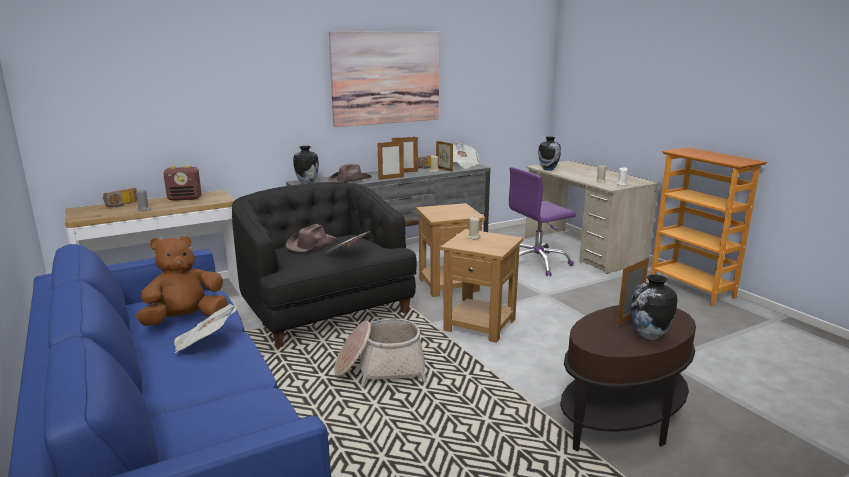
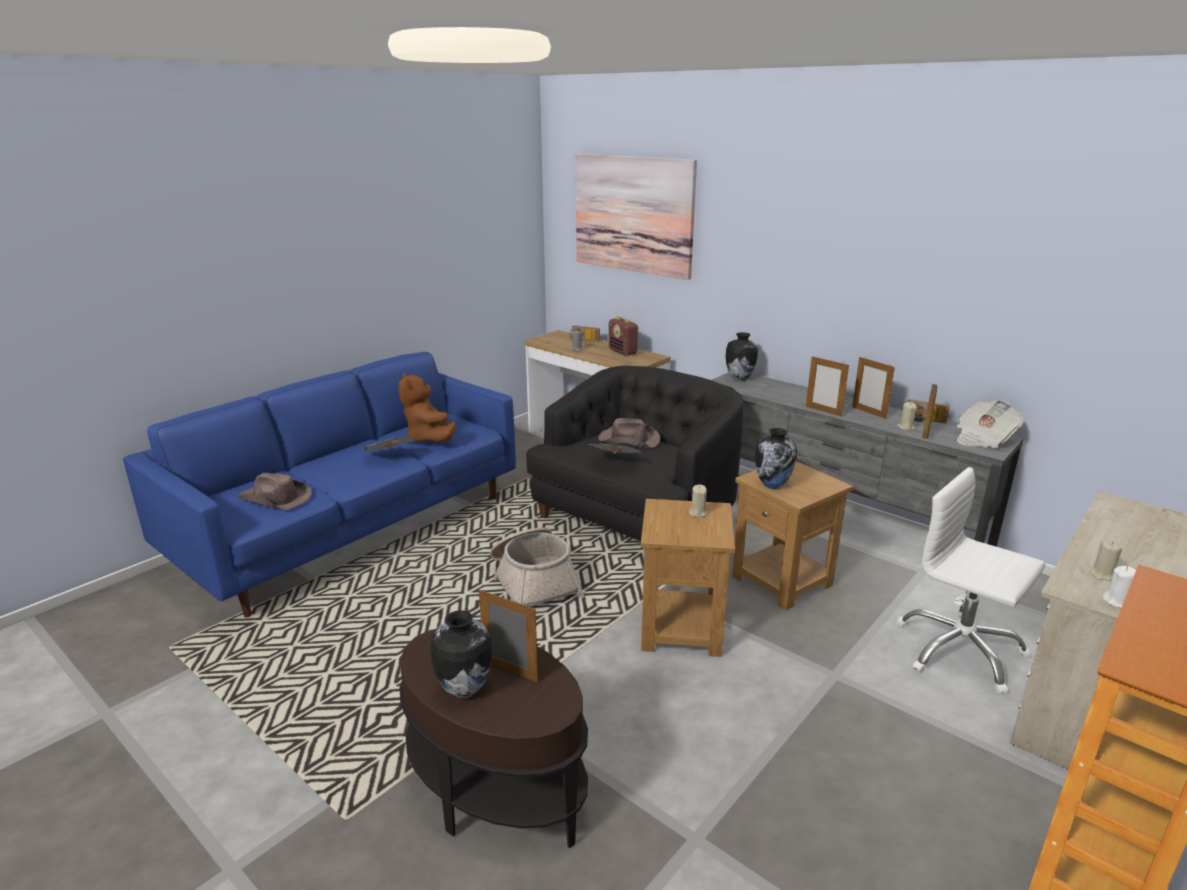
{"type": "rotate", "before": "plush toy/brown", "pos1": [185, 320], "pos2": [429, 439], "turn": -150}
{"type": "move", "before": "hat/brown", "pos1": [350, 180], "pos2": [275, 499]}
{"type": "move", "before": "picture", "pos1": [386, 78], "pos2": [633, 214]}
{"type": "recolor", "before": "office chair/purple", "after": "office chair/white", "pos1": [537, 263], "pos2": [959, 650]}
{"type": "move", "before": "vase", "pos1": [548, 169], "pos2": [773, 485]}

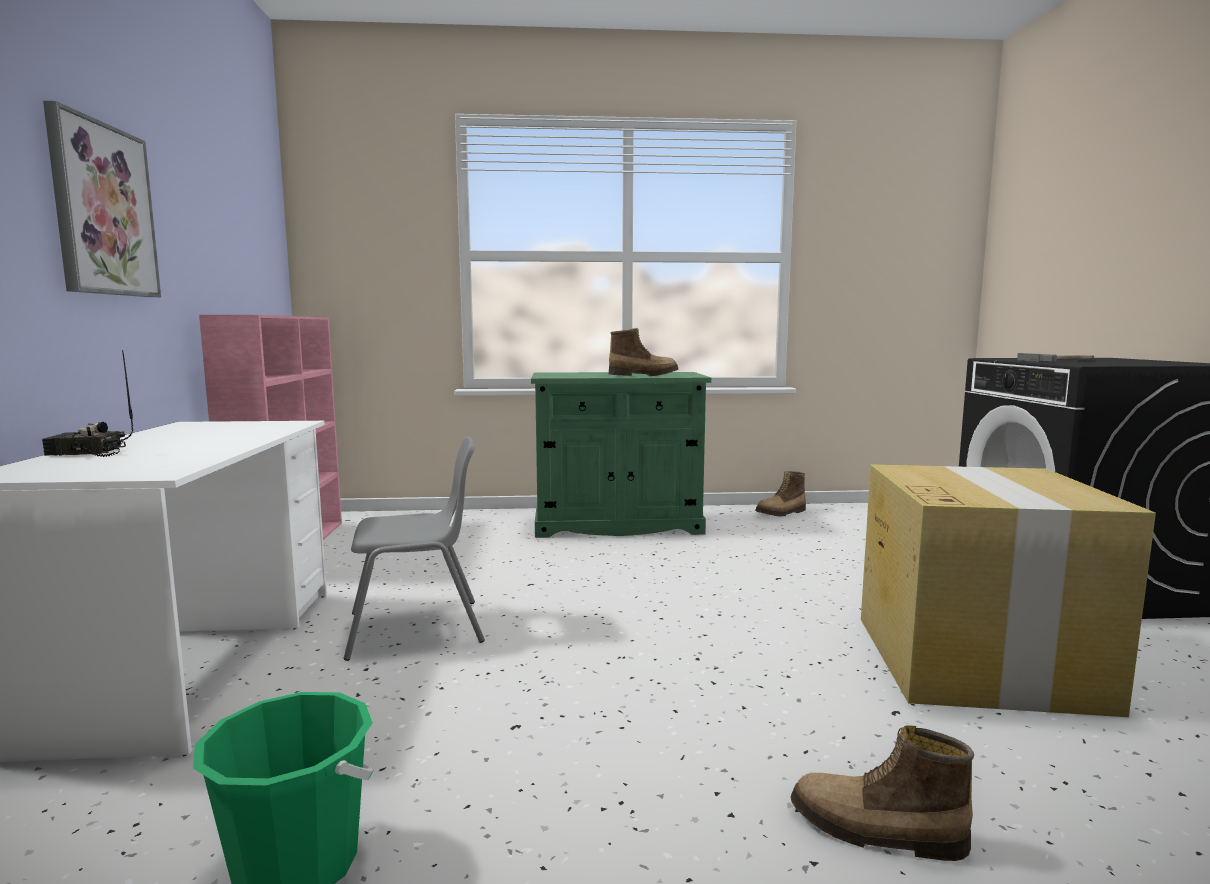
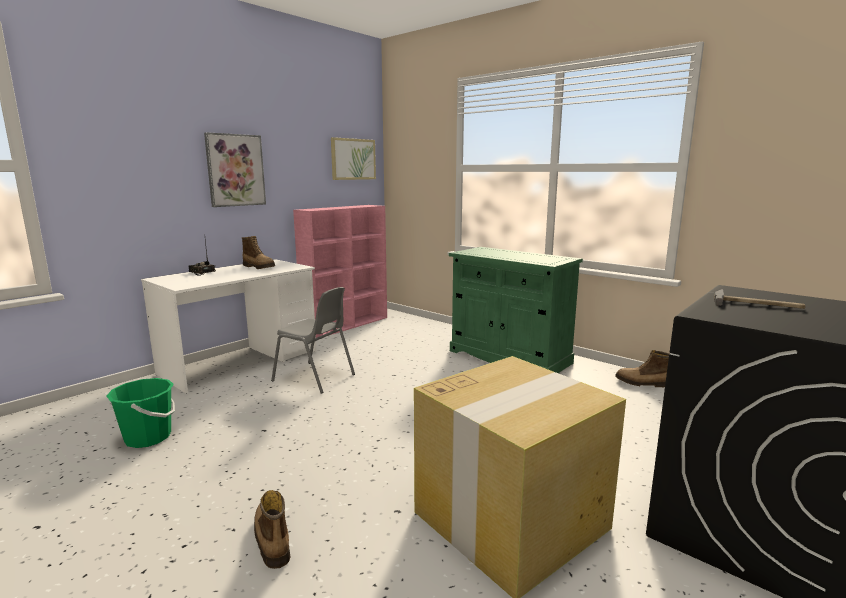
{"type": "move", "before": "boot", "pos1": [643, 375], "pos2": [259, 267]}
{"type": "insert", "after": "picture", "pos2": [353, 159]}

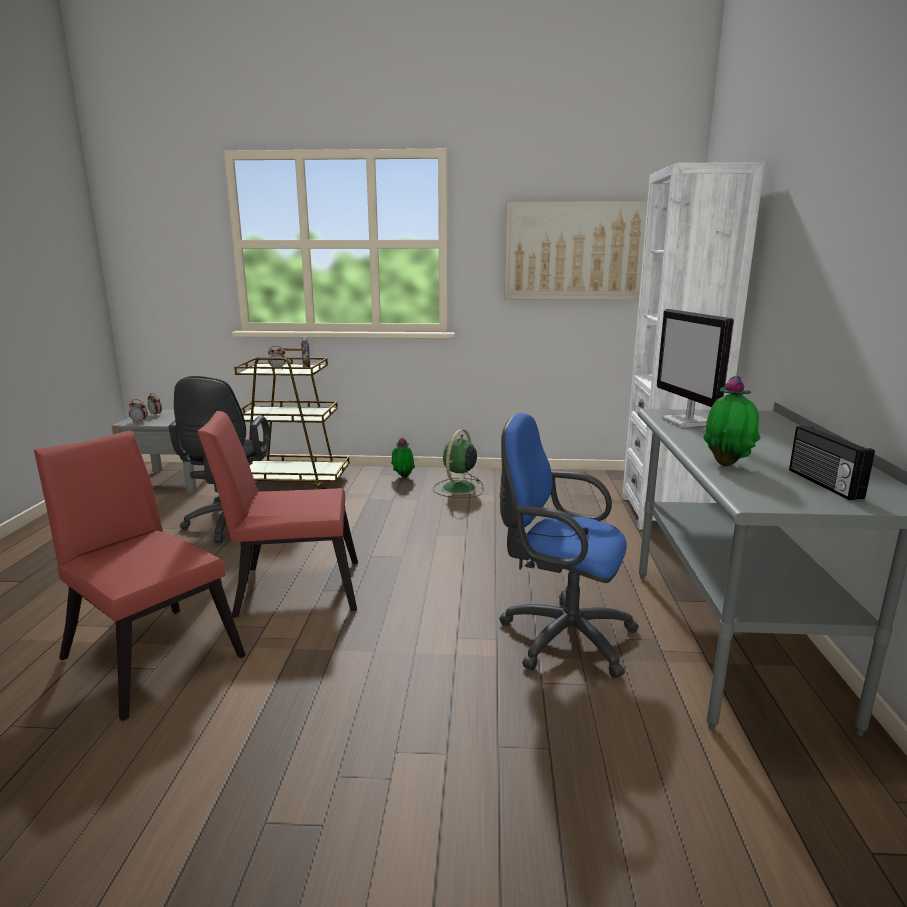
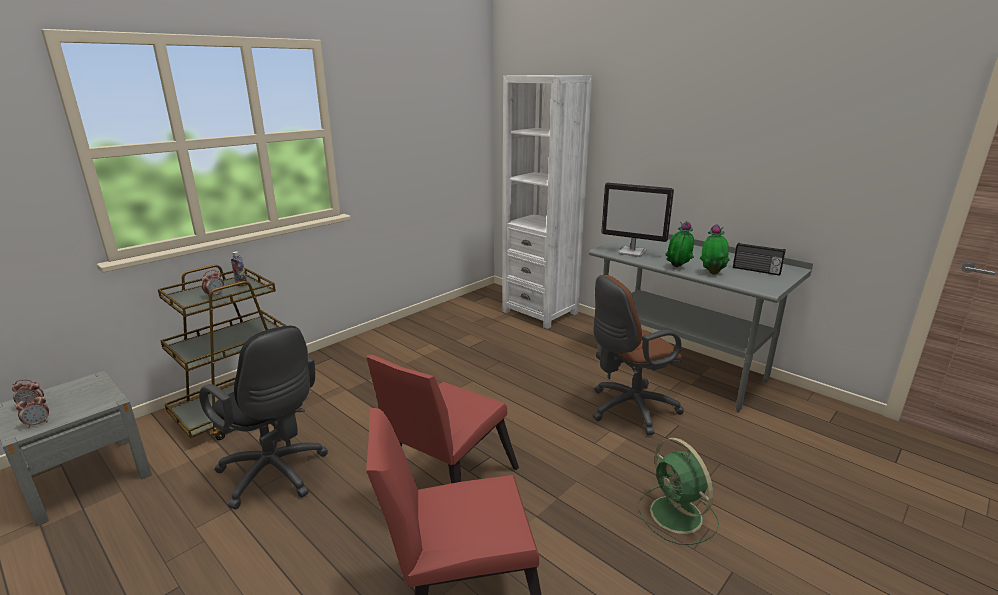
{"type": "move", "before": "potted plant", "pos1": [403, 478], "pos2": [677, 268]}
{"type": "move", "before": "fan/green", "pos1": [458, 488], "pos2": [677, 516]}
{"type": "recolor", "before": "office chair/blue", "after": "office chair/brown", "pos1": [560, 636], "pos2": [628, 409]}
{"type": "delete", "before": "picture", "pos1": [575, 251]}

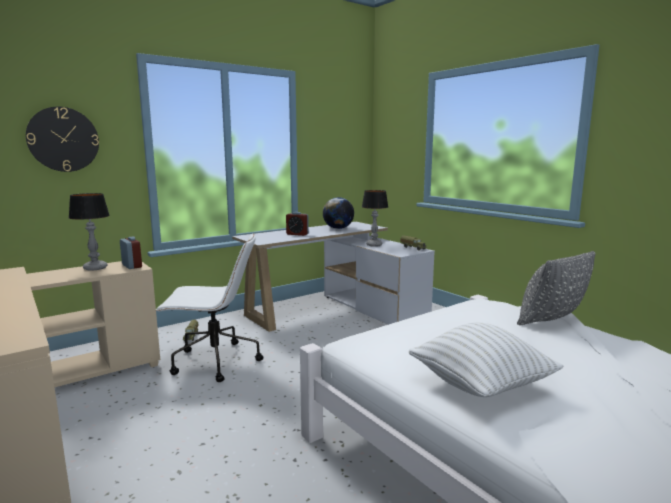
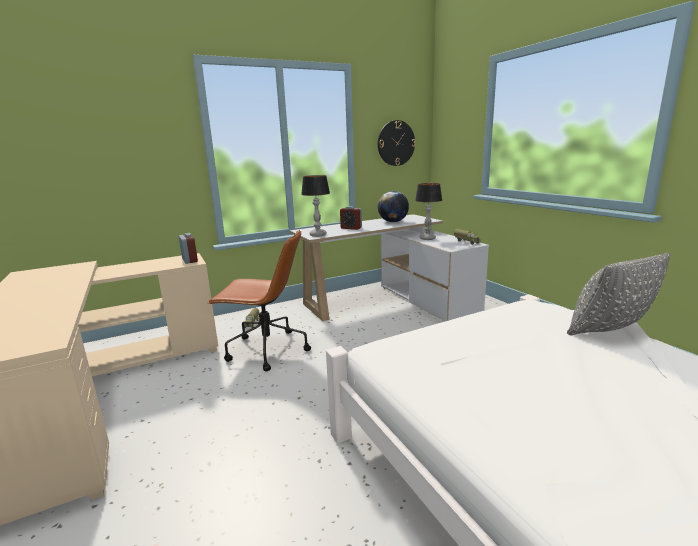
{"type": "move", "before": "wall clock", "pos1": [63, 139], "pos2": [396, 143]}
{"type": "move", "before": "table lamp", "pos1": [95, 268], "pos2": [317, 235]}
{"type": "recolor", "before": "office chair/white", "after": "office chair/brown", "pos1": [214, 362], "pos2": [266, 350]}
{"type": "delete", "before": "pillow/white", "pos1": [480, 386]}

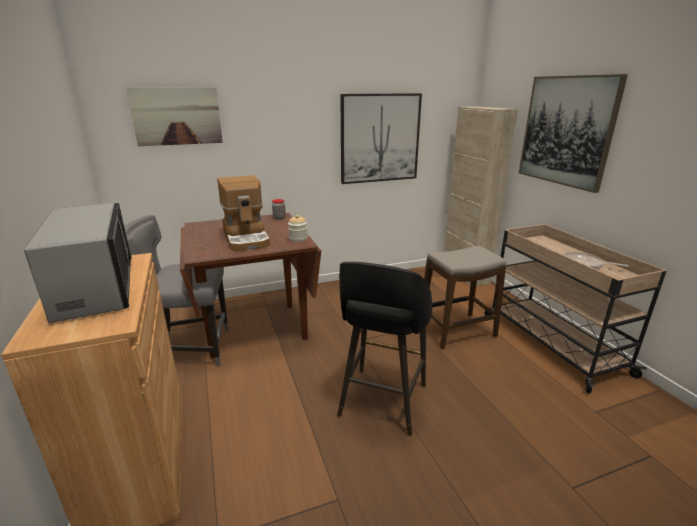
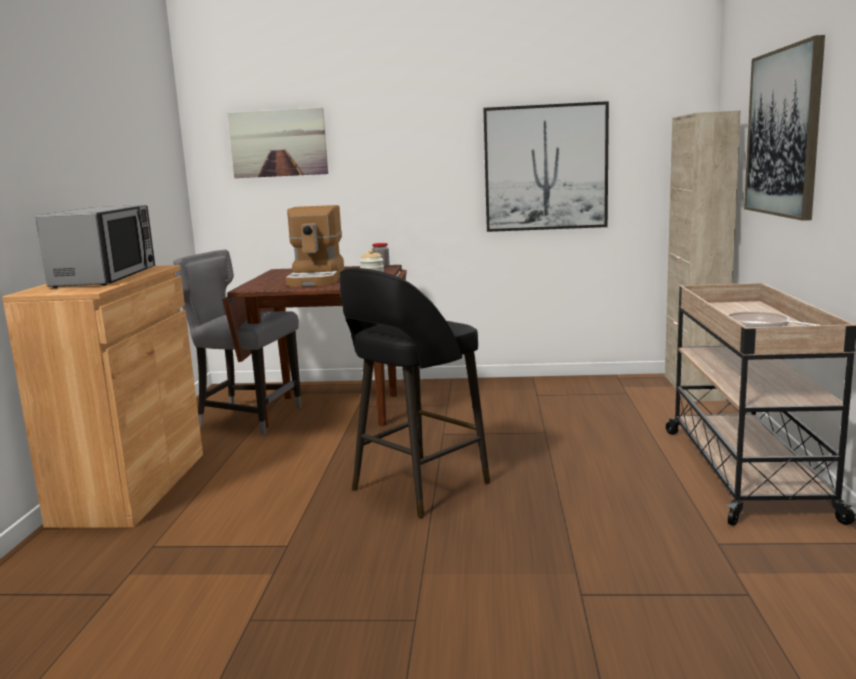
{"type": "delete", "before": "stool", "pos1": [456, 331]}

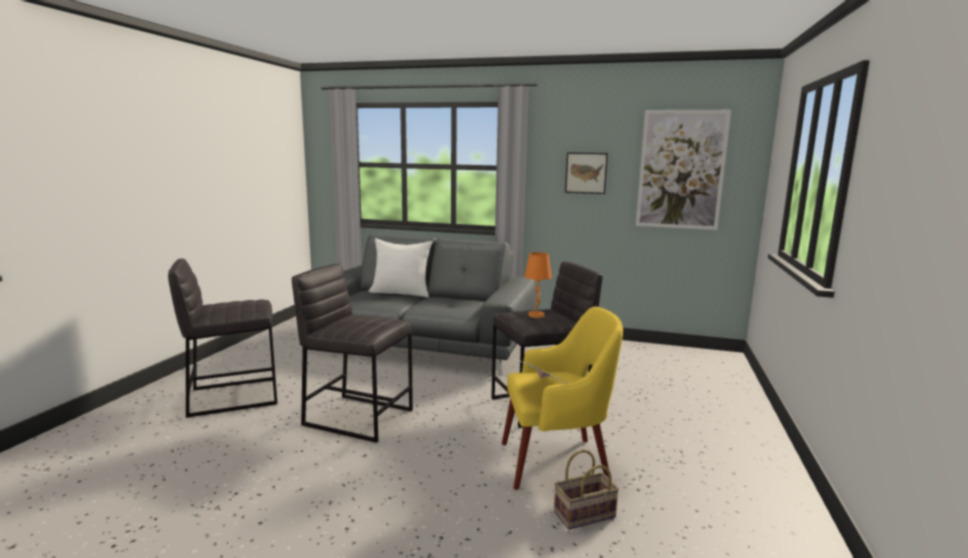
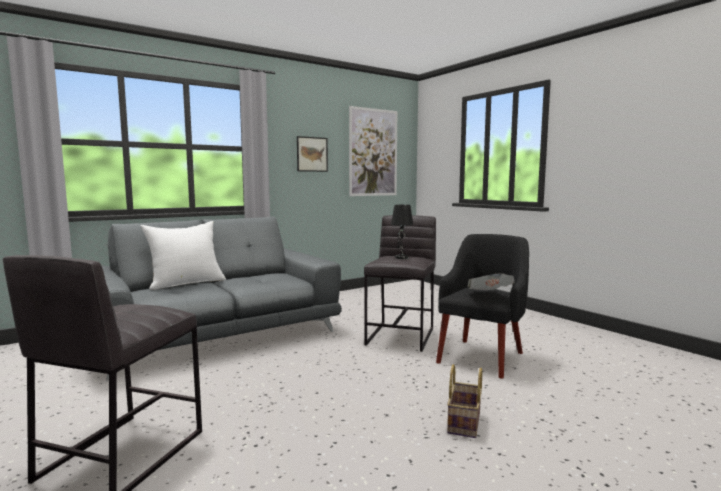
{"type": "delete", "before": "stool/grey", "pos1": [358, 417]}
{"type": "recolor", "before": "armchair/yellow", "after": "armchair/black", "pos1": [556, 462], "pos2": [481, 357]}
{"type": "recolor", "before": "table lamp/orange", "after": "table lamp/black", "pos1": [536, 315], "pos2": [401, 257]}
{"type": "move", "before": "basket", "pos1": [584, 515], "pos2": [465, 423]}

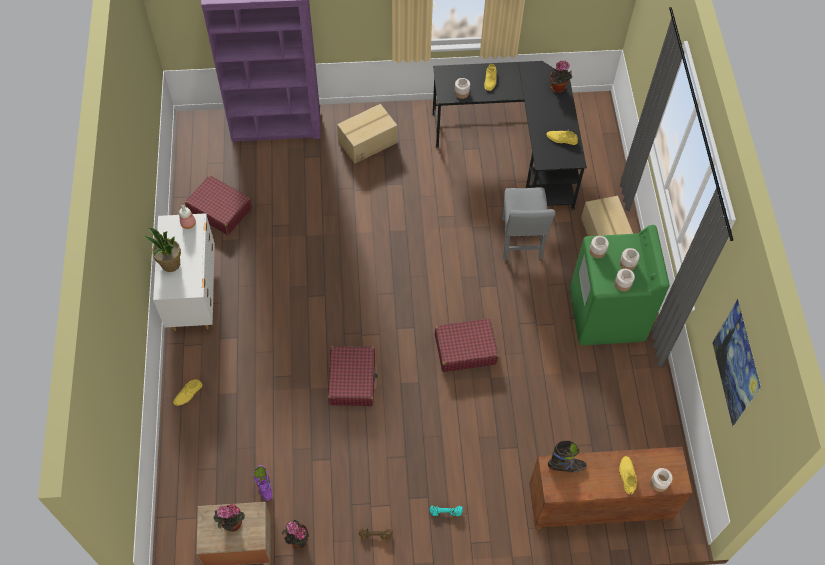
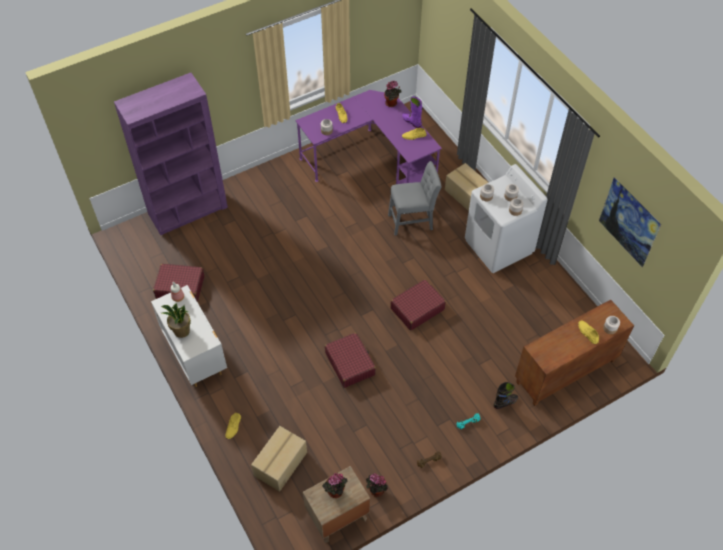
{"type": "move", "before": "boot/purple", "pos1": [264, 486], "pos2": [412, 122]}
{"type": "move", "before": "cardboard box", "pos1": [367, 142], "pos2": [280, 463]}
{"type": "recolor", "before": "desk/black", "after": "desk/purple", "pos1": [514, 147], "pos2": [371, 160]}
{"type": "rotate", "before": "chair/grey", "pos1": [521, 241], "pos2": [413, 221], "turn": -75}
{"type": "move", "before": "boot/black", "pos1": [566, 466], "pos2": [505, 403]}
{"type": "recolor", "before": "washing machine/green", "after": "washing machine/white", "pos1": [606, 316], "pos2": [499, 247]}

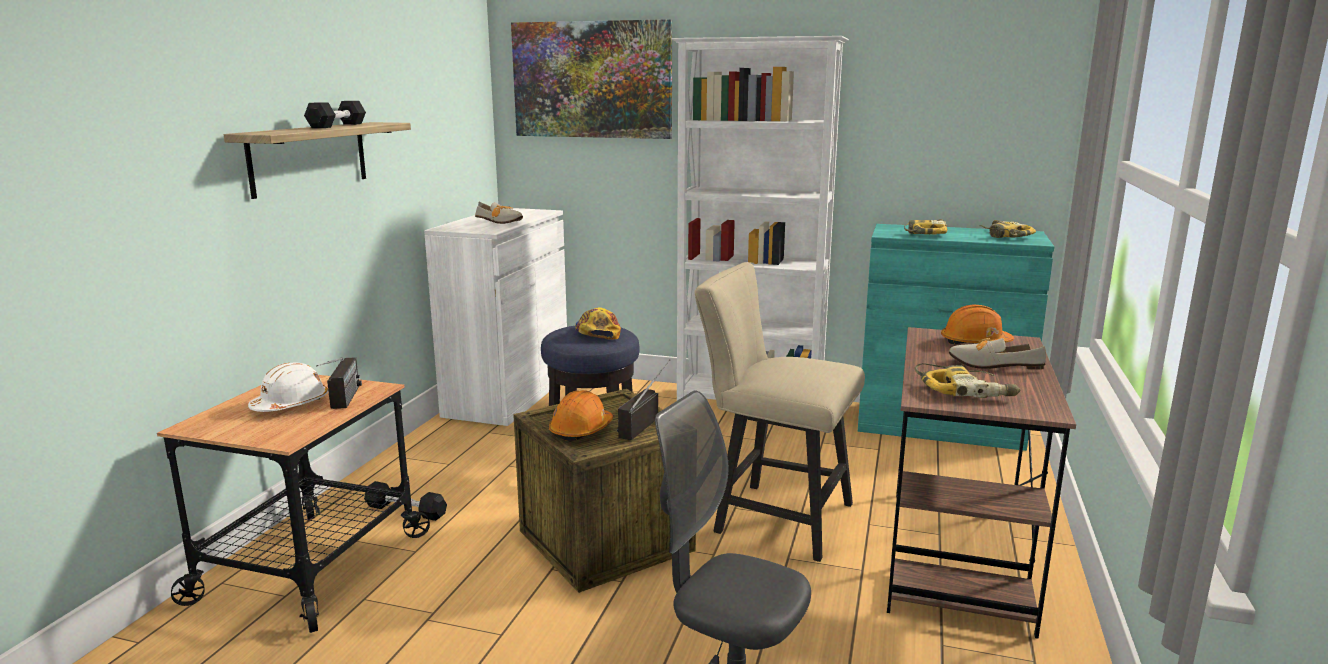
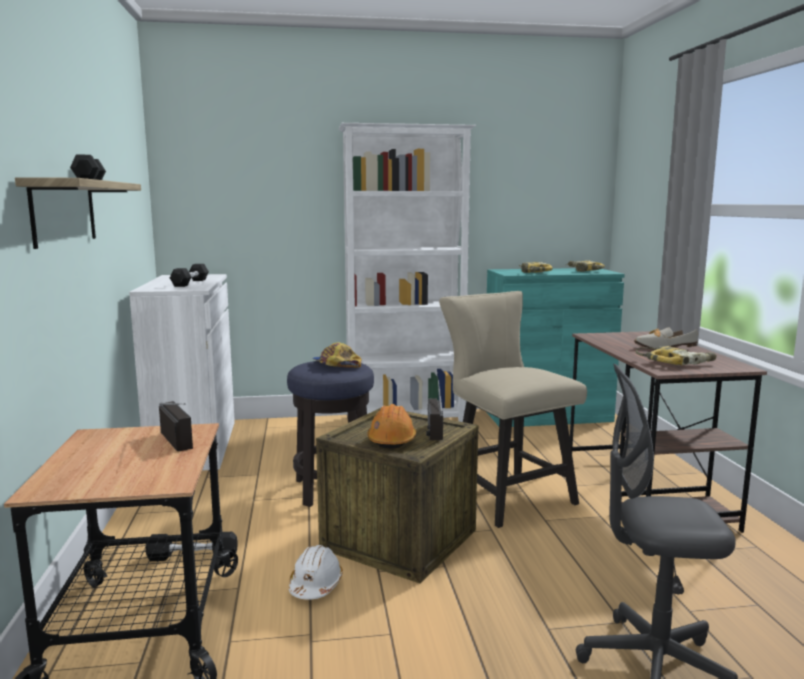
{"type": "move", "before": "hard hat/white", "pos1": [291, 405], "pos2": [315, 585]}
{"type": "replace", "before": "shoe", "after": "dumbbell/black", "pos1": [500, 222], "pos2": [190, 283]}
{"type": "delete", "before": "picture", "pos1": [592, 80]}
{"type": "rotate", "before": "chair/beige", "pos1": [773, 517], "pos2": [505, 494], "turn": 60}
{"type": "delete", "before": "hard hat/orange", "pos1": [975, 342]}

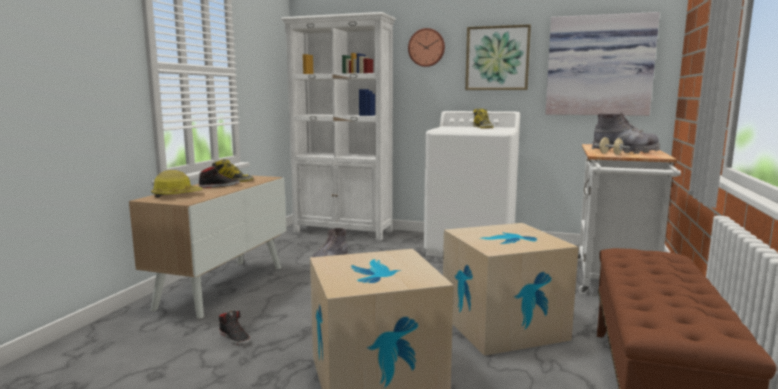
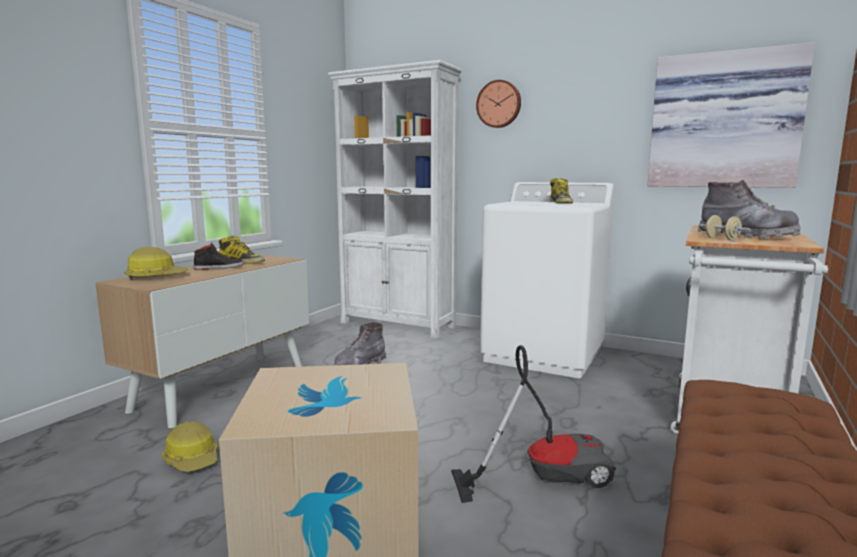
{"type": "replace", "before": "shoe/black", "after": "hard hat", "pos1": [235, 337], "pos2": [193, 459]}
{"type": "replace", "before": "cardboard box", "after": "vacuum cleaner", "pos1": [503, 326], "pos2": [543, 475]}
{"type": "delete", "before": "picture", "pos1": [497, 58]}

